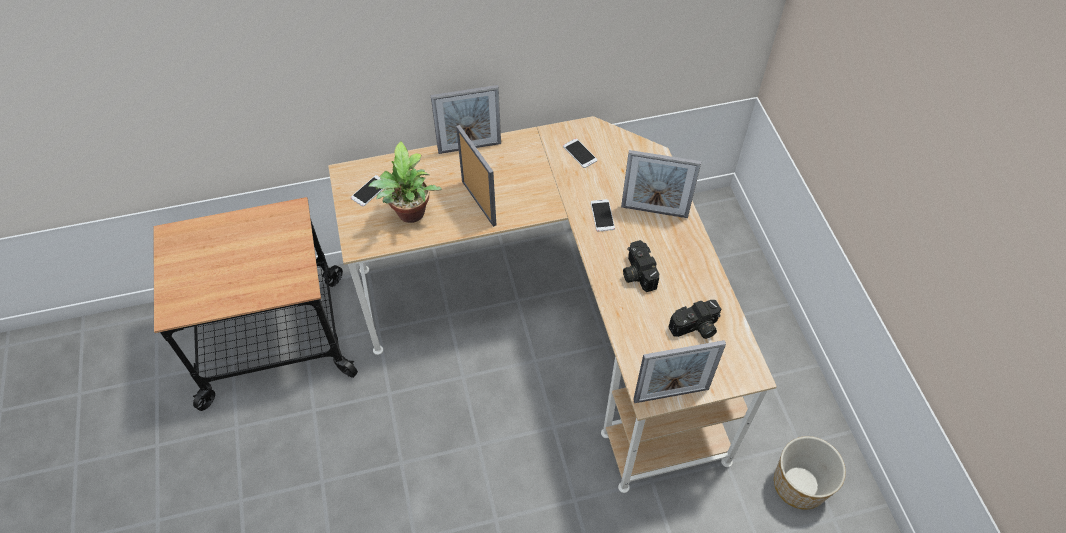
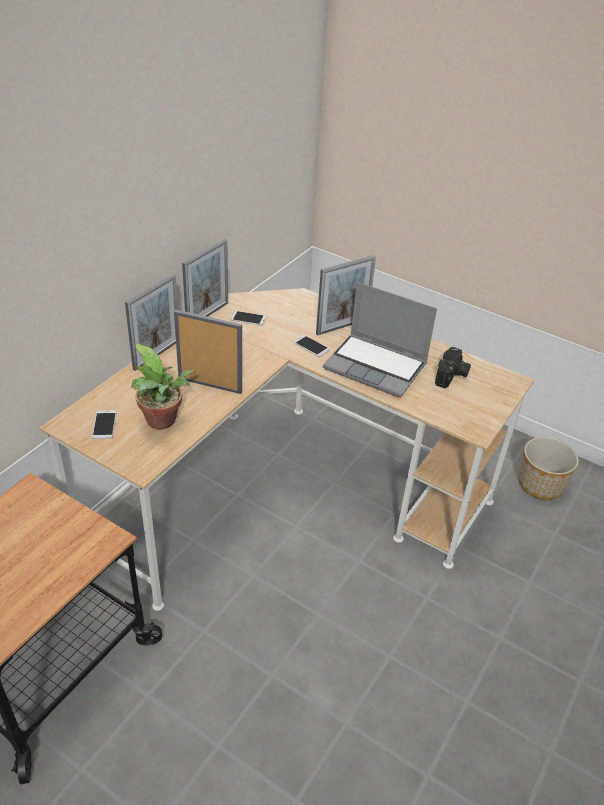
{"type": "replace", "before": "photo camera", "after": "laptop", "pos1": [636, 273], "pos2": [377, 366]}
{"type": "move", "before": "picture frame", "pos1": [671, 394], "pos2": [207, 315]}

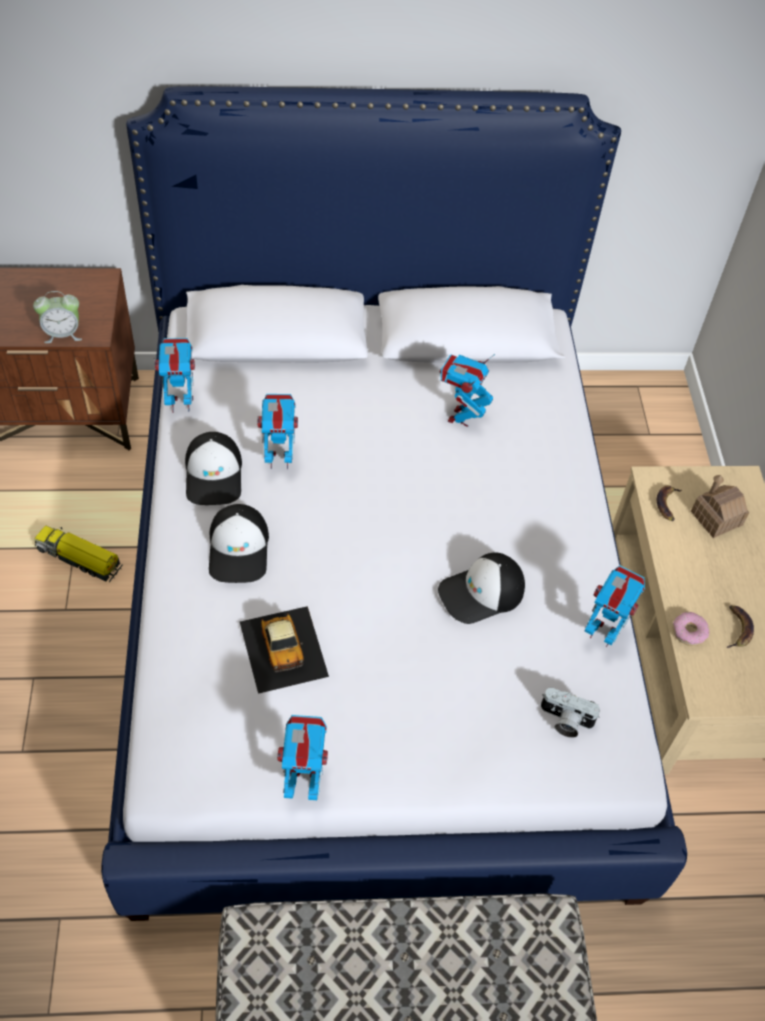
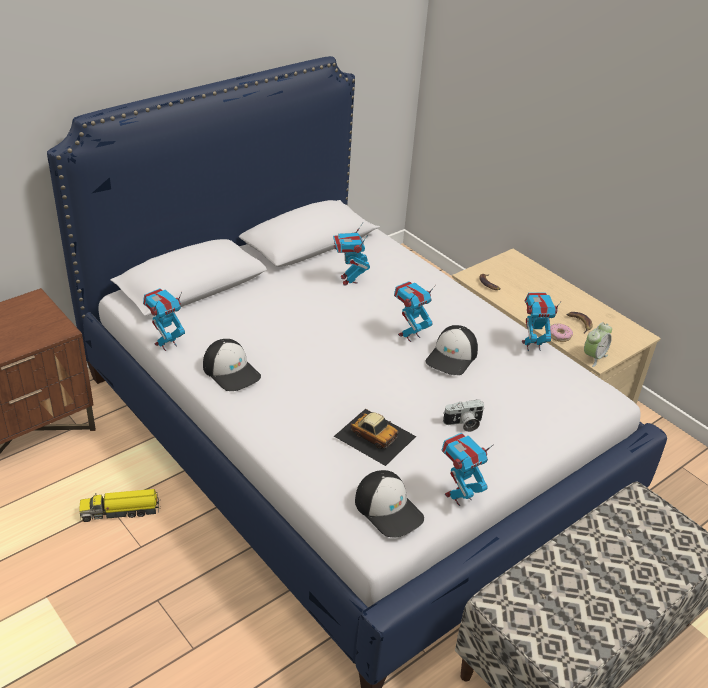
{"type": "move", "before": "alarm clock", "pos1": [63, 334], "pos2": [593, 357]}
{"type": "move", "before": "cap", "pos1": [239, 549], "pos2": [389, 509]}
{"type": "move", "before": "toy robot", "pos1": [279, 460], "pos2": [409, 335]}
{"type": "move", "before": "photo camera", "pos1": [565, 721], "pos2": [463, 424]}
{"type": "delete", "before": "toy house", "pos1": [716, 518]}

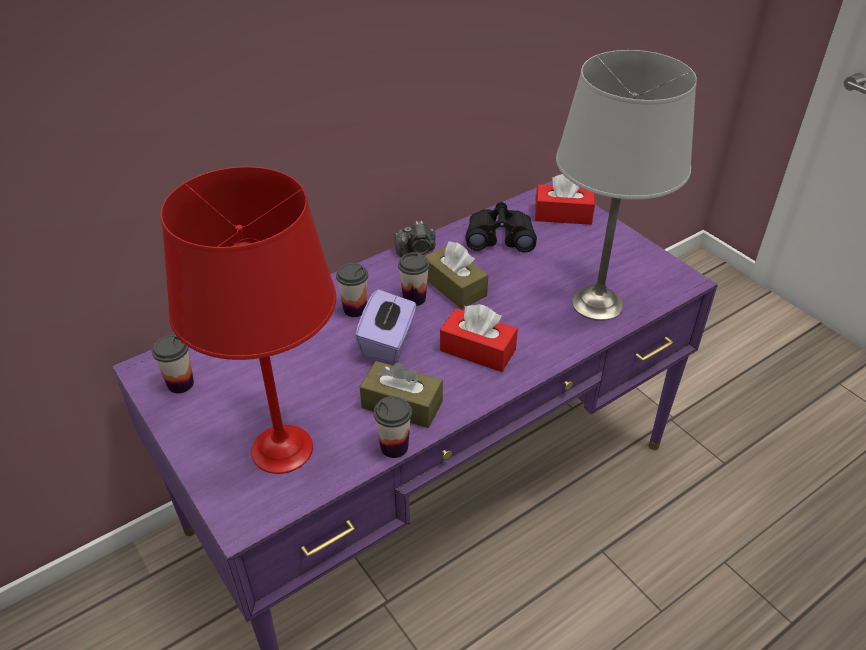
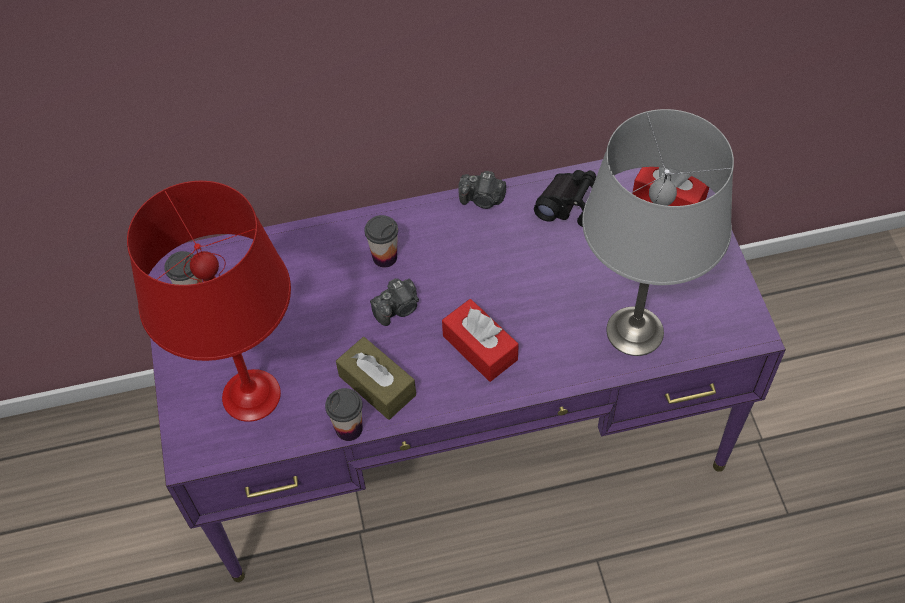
{"type": "replace", "before": "tissue box/purple", "after": "photo camera", "pos1": [388, 342], "pos2": [398, 308]}
{"type": "delete", "before": "cup", "pos1": [414, 298]}
{"type": "delete", "before": "tissue box/brown", "pos1": [454, 287]}

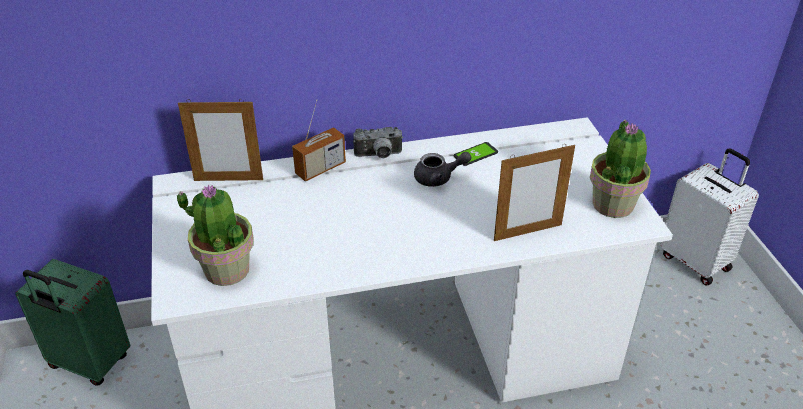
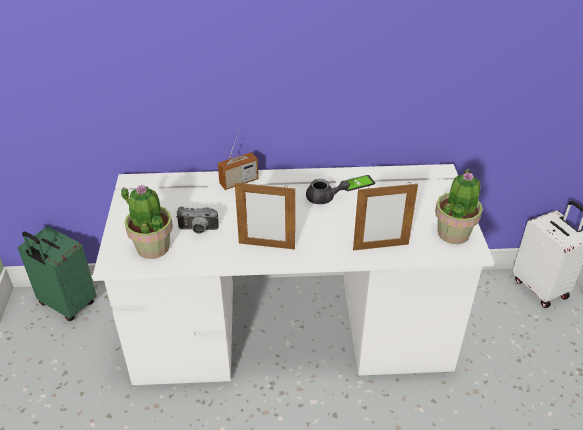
{"type": "move", "before": "picture frame", "pos1": [228, 180], "pos2": [266, 246]}
{"type": "move", "before": "photo camera", "pos1": [378, 156], "pos2": [198, 230]}

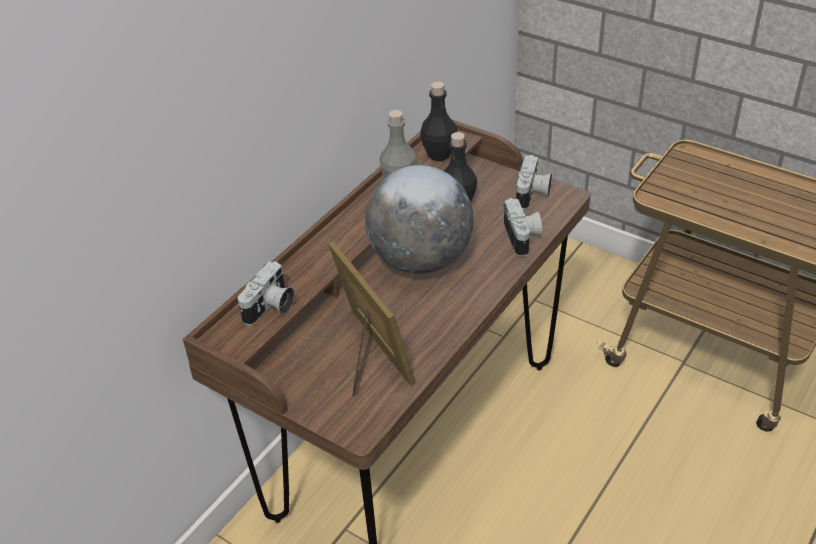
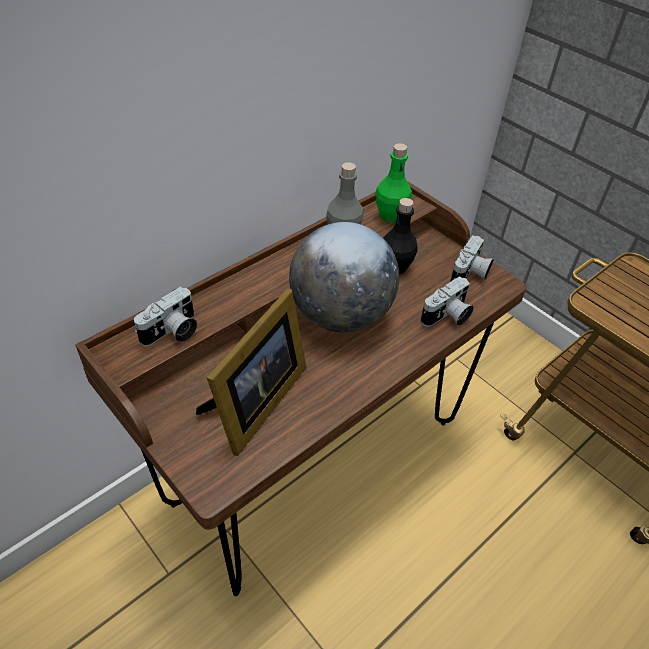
{"type": "rotate", "before": "picture frame", "pos1": [370, 355], "pos2": [255, 404], "turn": 45}
{"type": "recolor", "before": "bottle/black", "after": "bottle/green", "pos1": [439, 154], "pos2": [390, 215]}
{"type": "rotate", "before": "photo camera", "pos1": [523, 238], "pos2": [447, 316], "turn": 45}

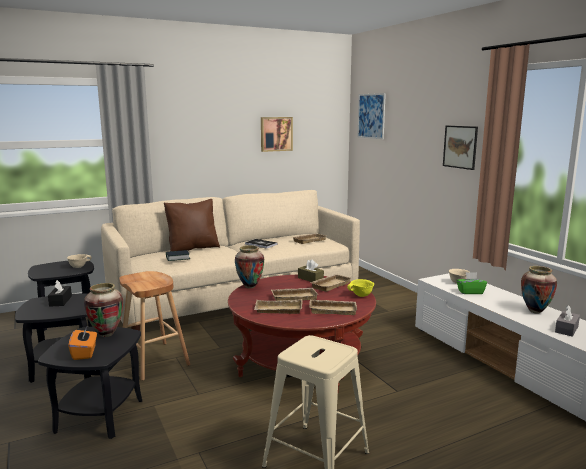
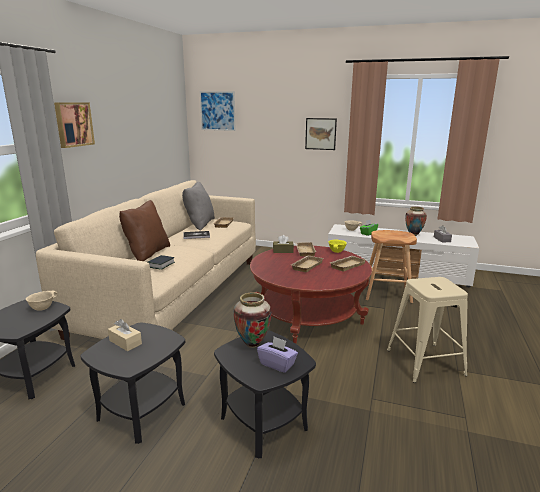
{"type": "recolor", "before": "tissue box/black", "after": "tissue box/beige", "pos1": [60, 301], "pos2": [125, 342]}
{"type": "recolor", "before": "tissue box/orange", "after": "tissue box/purple", "pos1": [85, 353], "pos2": [277, 364]}
{"type": "move", "before": "stool/brown", "pos1": [154, 360], "pos2": [386, 293]}
{"type": "delete", "before": "vase", "pos1": [250, 286]}
{"type": "delete", "before": "tray/beige", "pos1": [278, 310]}
{"type": "move", "before": "picture", "pos1": [276, 134], "pos2": [73, 124]}
{"type": "insert", "after": "pillow/grey", "pos2": [199, 224]}

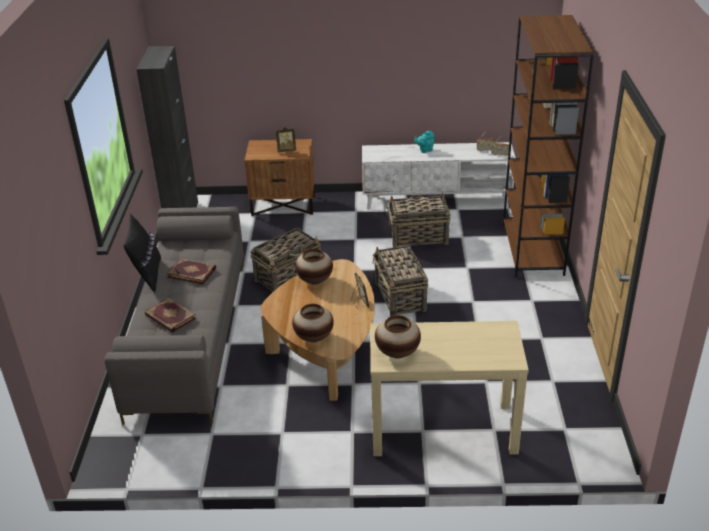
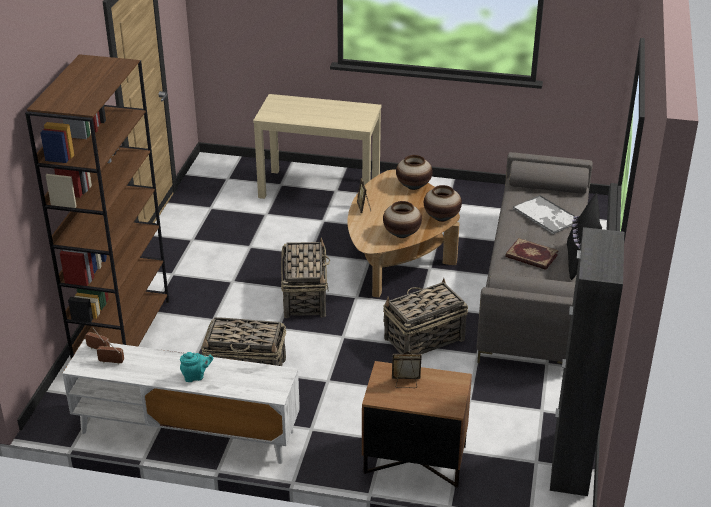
{"type": "replace", "before": "book", "after": "tray", "pos1": [170, 317], "pos2": [546, 216]}
{"type": "move", "before": "vase", "pos1": [397, 353], "pos2": [441, 218]}

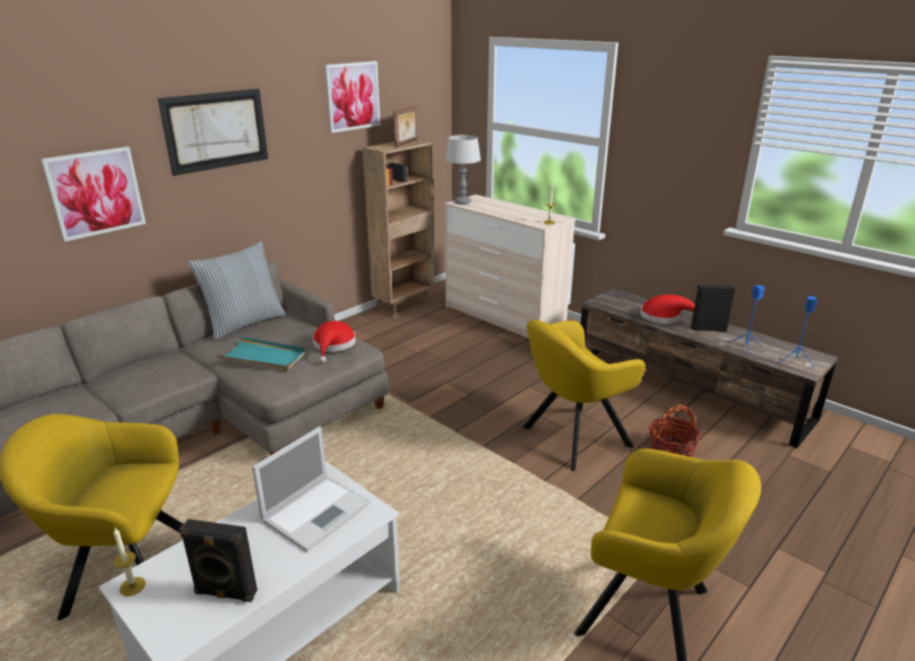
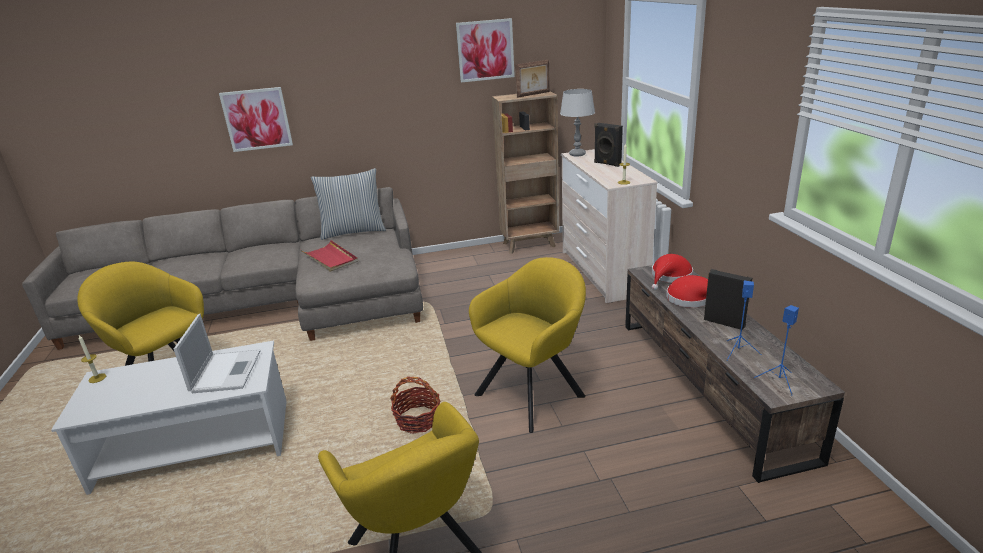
{"type": "delete", "before": "picture", "pos1": [216, 130]}
{"type": "move", "before": "speaker/black", "pos1": [225, 594], "pos2": [607, 164]}
{"type": "recolor", "before": "tray/turquoise", "after": "tray/red", "pos1": [263, 357], "pos2": [330, 258]}
{"type": "rotate", "before": "laptop", "pos1": [317, 511], "pos2": [226, 371], "turn": -75}
{"type": "move", "before": "hat/red", "pos1": [333, 345], "pos2": [670, 277]}
{"type": "rotate", "before": "armchair/yellow", "pos1": [571, 438], "pos2": [534, 392], "turn": 135}
{"type": "move", "before": "basket", "pos1": [671, 449], "pos2": [418, 420]}

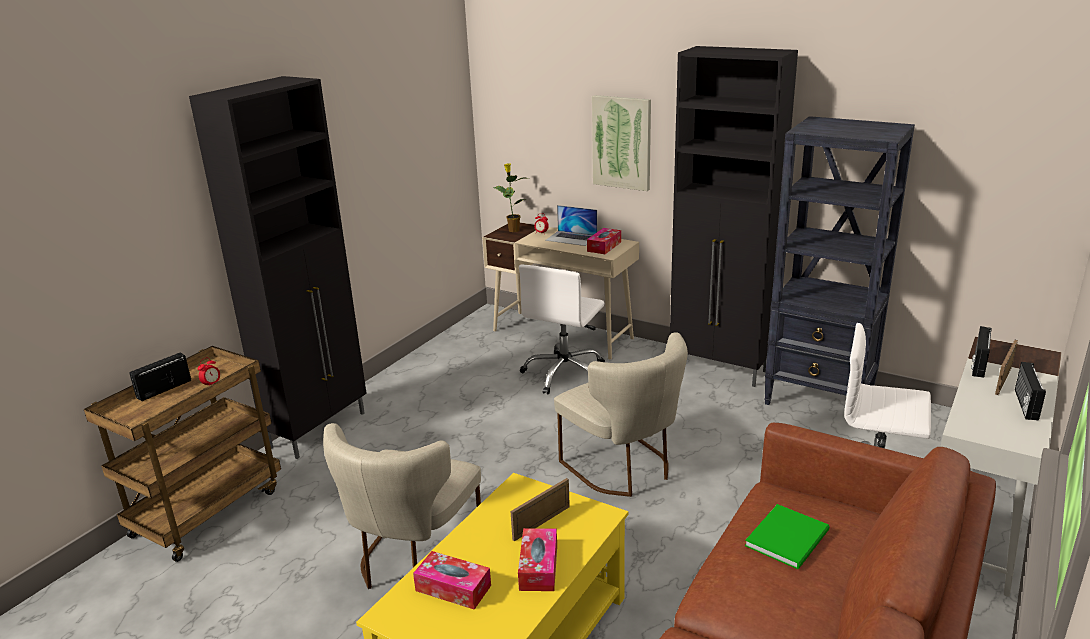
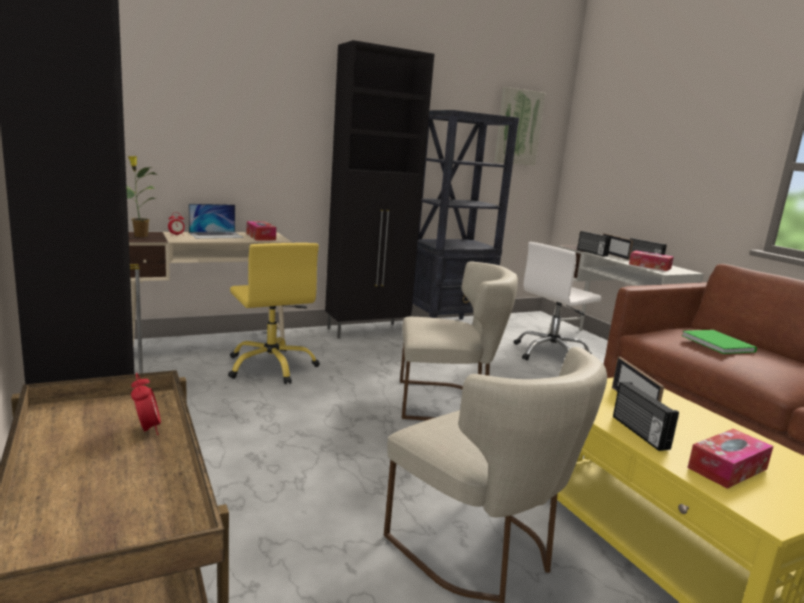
{"type": "move", "before": "radio", "pos1": [164, 389], "pos2": [638, 432]}
{"type": "move", "before": "tissue box", "pos1": [538, 567], "pos2": [649, 266]}
{"type": "recolor", "before": "office chair/white", "after": "office chair/yellow", "pos1": [565, 373], "pos2": [271, 366]}
{"type": "move", "before": "picture", "pos1": [622, 142], "pos2": [518, 127]}

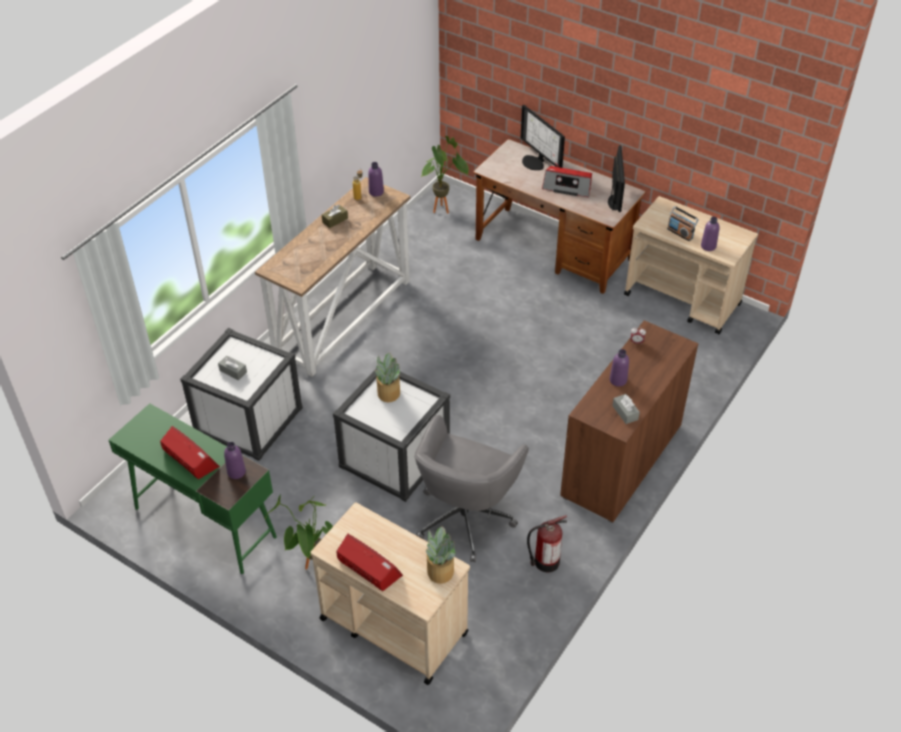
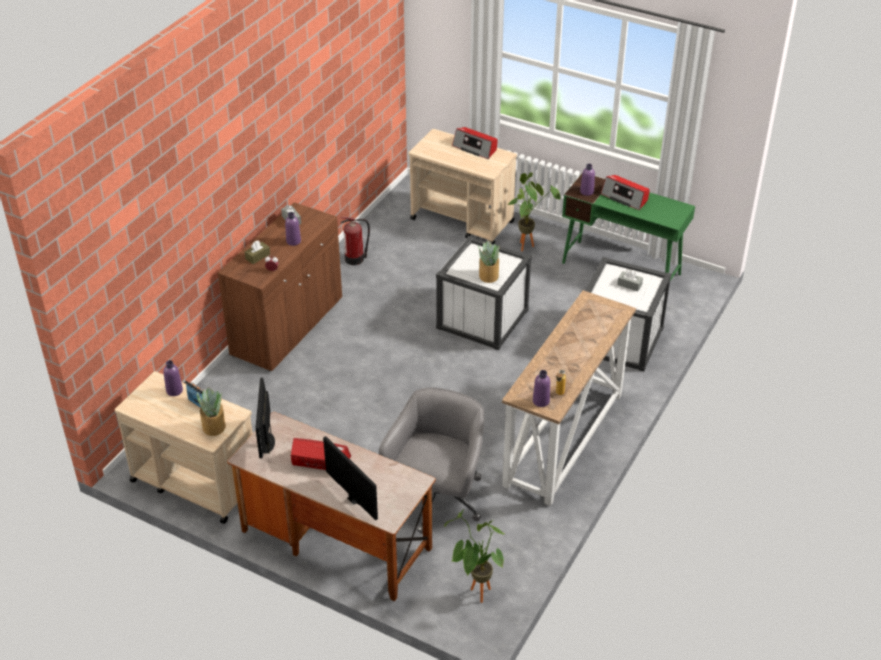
{"type": "move", "before": "tissue box/brown", "pos1": [335, 220], "pos2": [257, 256]}
{"type": "move", "before": "office chair/grey", "pos1": [466, 516], "pos2": [437, 500]}
{"type": "move", "before": "potted plant", "pos1": [440, 570], "pos2": [213, 427]}

